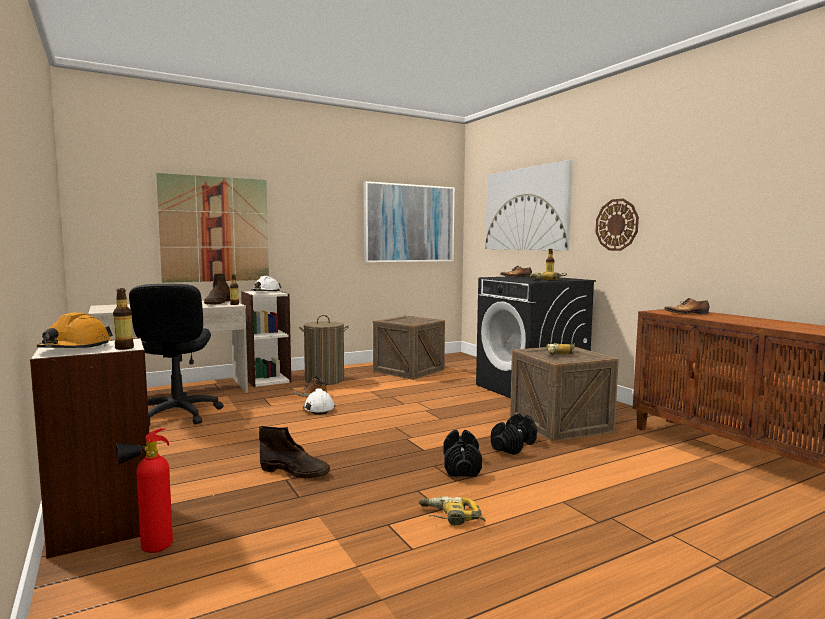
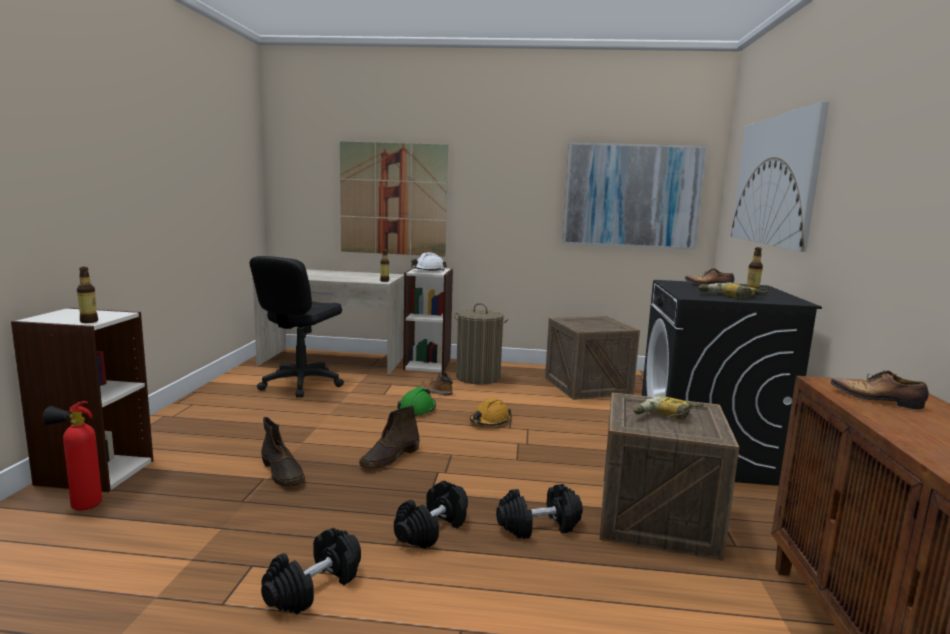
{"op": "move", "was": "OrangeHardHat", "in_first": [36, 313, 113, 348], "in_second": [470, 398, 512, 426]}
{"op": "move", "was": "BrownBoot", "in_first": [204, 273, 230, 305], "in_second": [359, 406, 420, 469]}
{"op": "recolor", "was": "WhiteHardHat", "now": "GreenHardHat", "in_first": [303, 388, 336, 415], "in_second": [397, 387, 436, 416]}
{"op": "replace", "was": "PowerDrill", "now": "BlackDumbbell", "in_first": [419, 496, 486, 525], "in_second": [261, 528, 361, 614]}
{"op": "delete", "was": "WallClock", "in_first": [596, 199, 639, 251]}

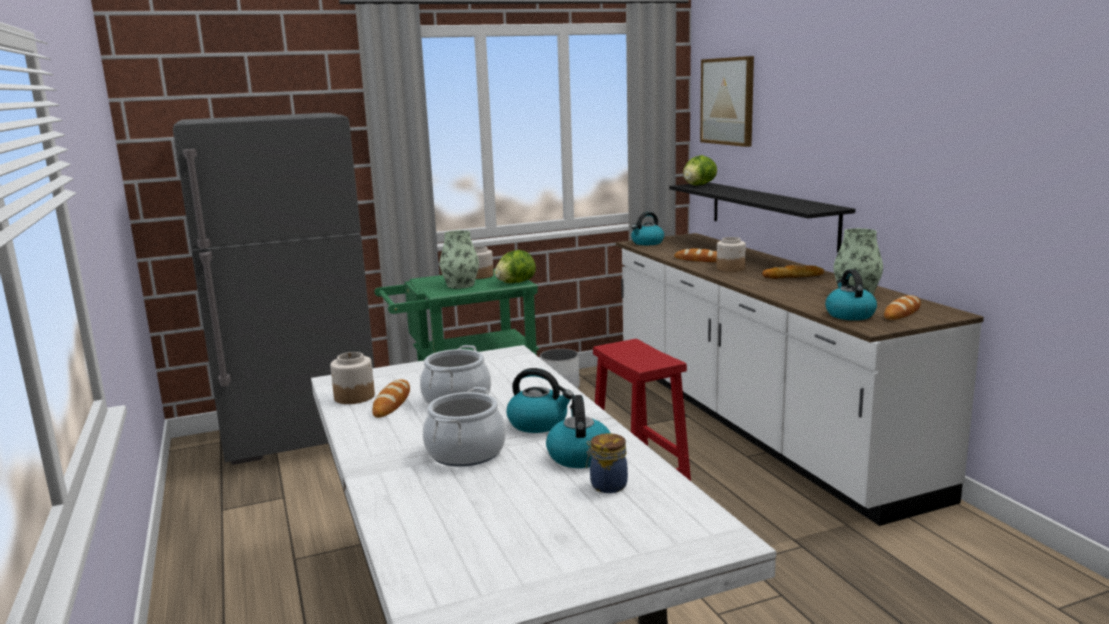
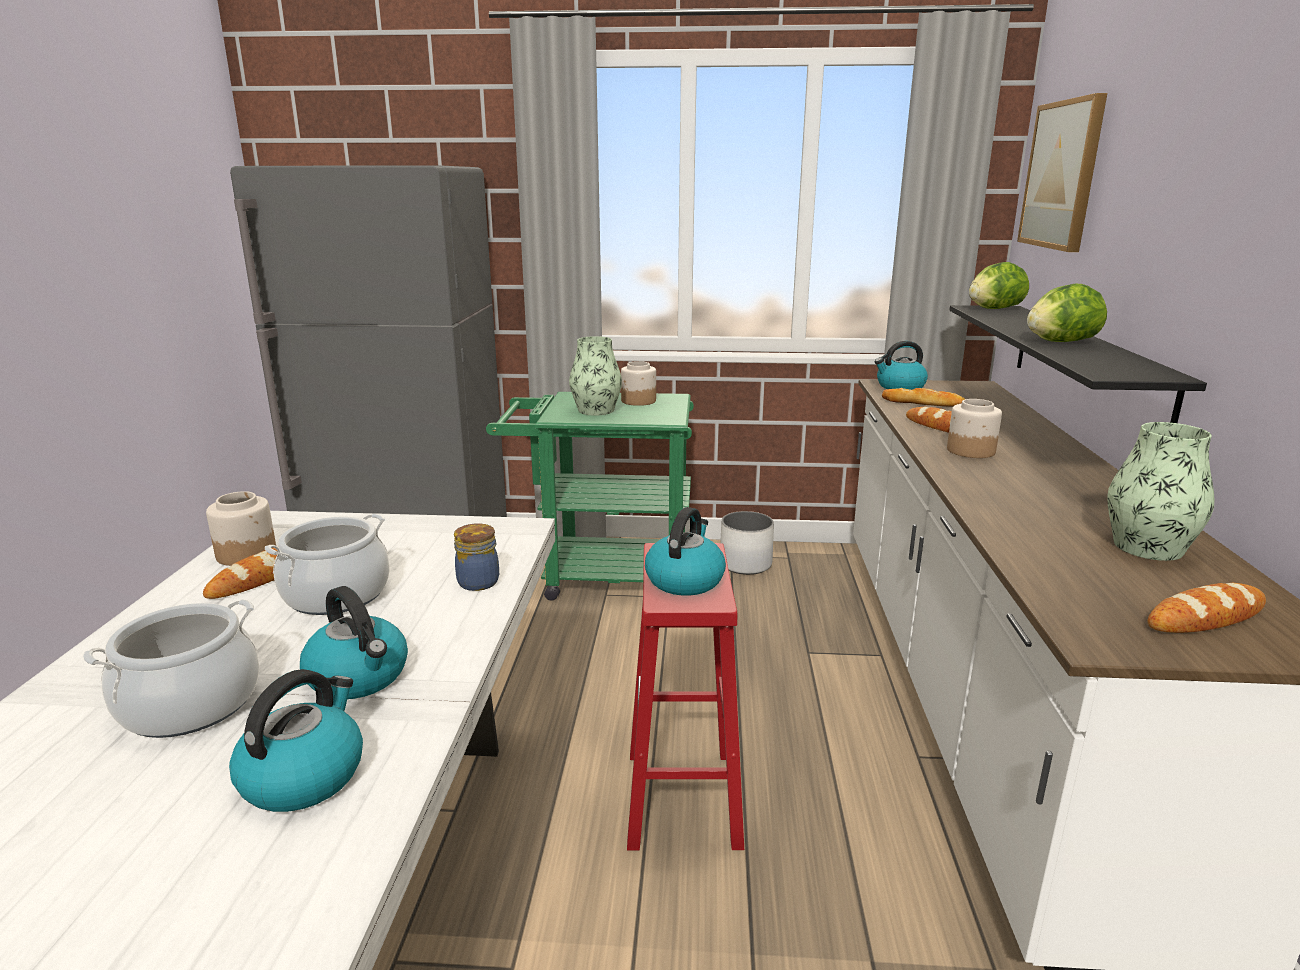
{"op": "move", "was": "Lettuce", "in_first": [495, 250, 536, 283], "in_second": [1027, 284, 1107, 342]}
{"op": "move", "was": "Jar", "in_first": [586, 433, 628, 493], "in_second": [454, 523, 499, 591]}
{"op": "move", "was": "Bread", "in_first": [762, 265, 825, 279], "in_second": [882, 388, 965, 407]}
{"op": "move", "was": "Kettle", "in_first": [825, 269, 877, 320], "in_second": [645, 507, 726, 595]}

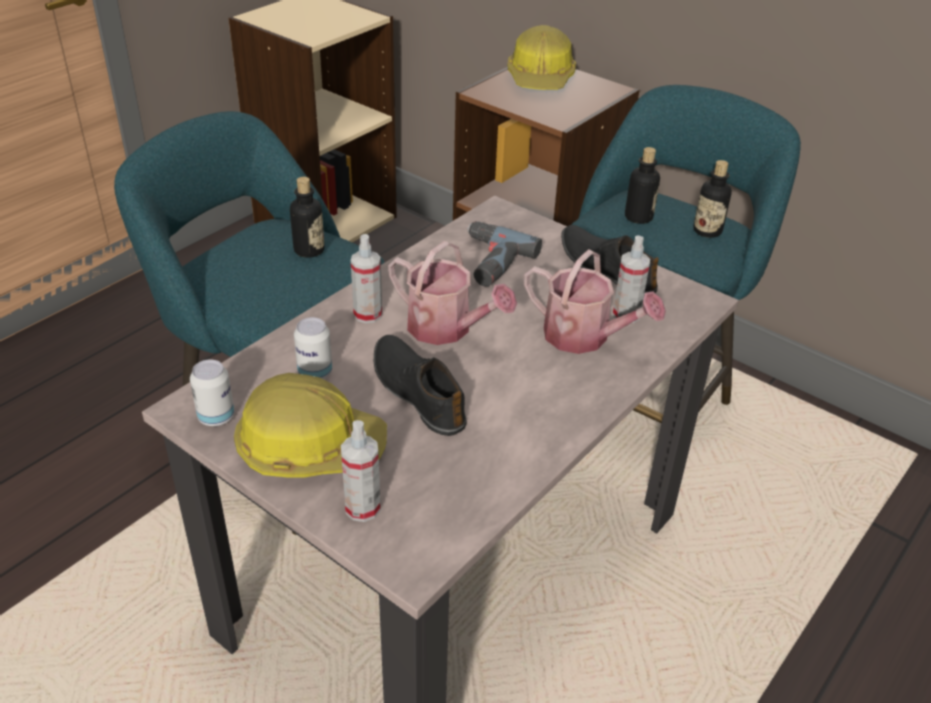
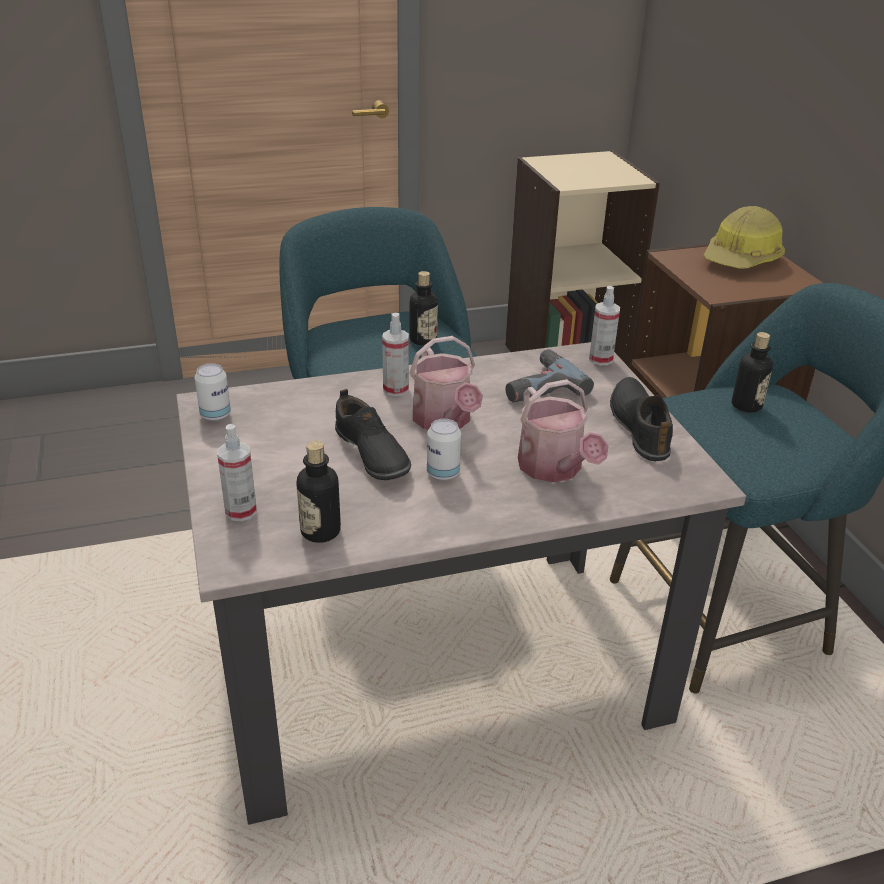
{"op": "delete", "was": "HardHat", "in_first": [234, 373, 387, 477]}
{"op": "move", "was": "Can", "in_first": [294, 317, 332, 379], "in_second": [427, 419, 461, 481]}
{"op": "rotate", "was": "BlackShoe", "in_first": [374, 335, 467, 436], "in_second": [335, 389, 411, 480], "clockwise": 150}
{"op": "move", "was": "SprayBottle", "in_first": [613, 235, 650, 323], "in_second": [589, 286, 620, 365]}
{"op": "move", "was": "Bottle", "in_first": [693, 160, 732, 238], "in_second": [297, 441, 341, 543]}

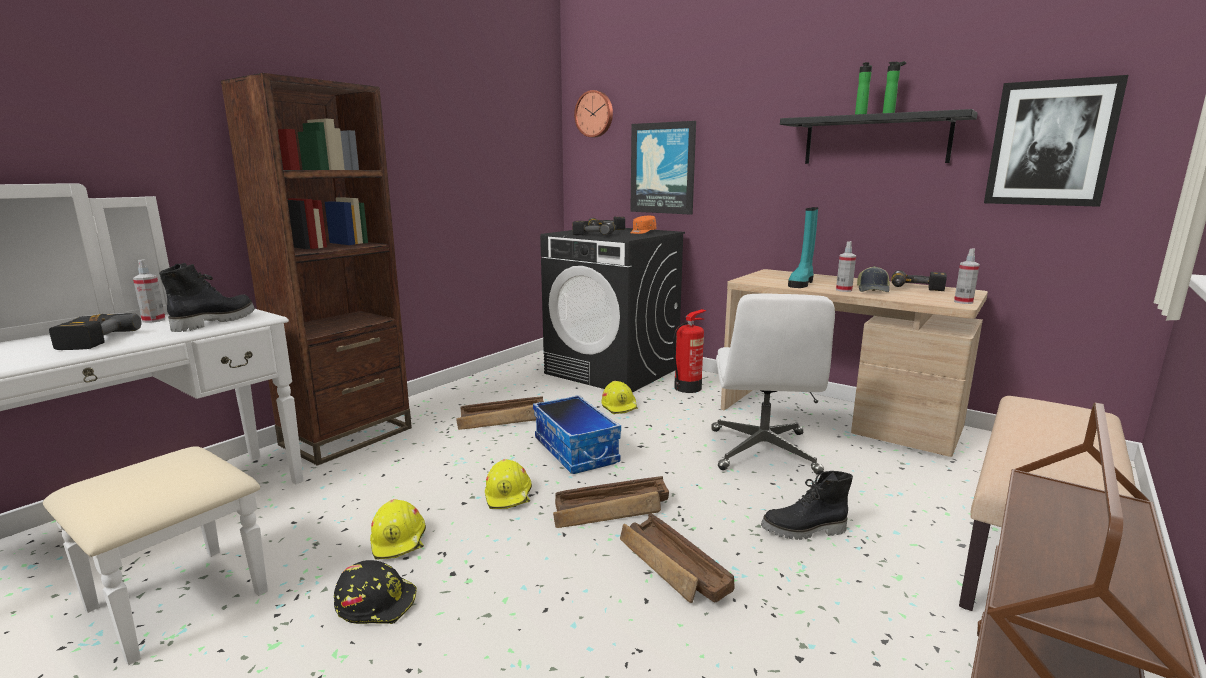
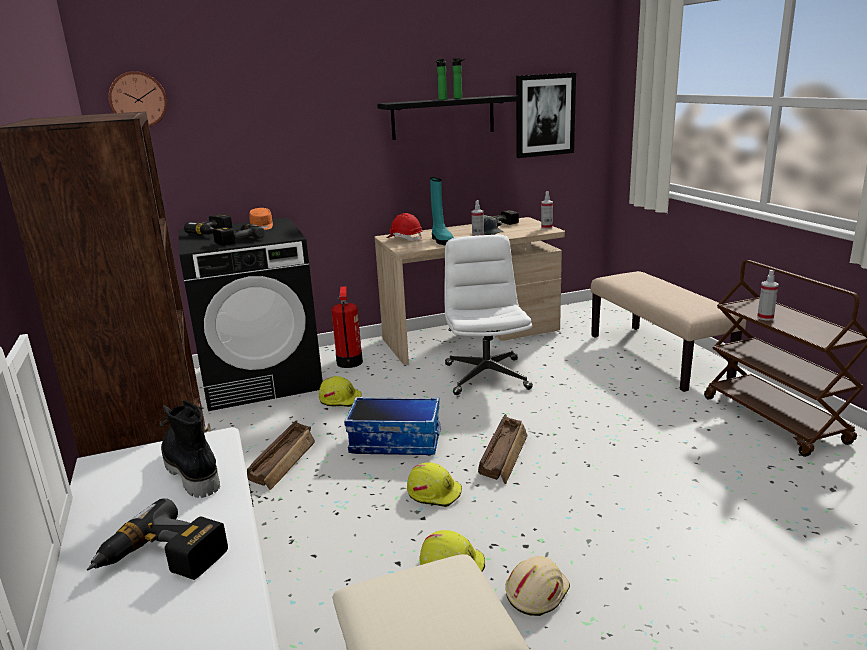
{"op": "move", "was": "SprayBottle", "in_first": [133, 259, 165, 323], "in_second": [757, 270, 779, 320]}
{"op": "recolor", "was": "BlackHardHat", "now": "BeigeHardHat", "in_first": [334, 560, 417, 624], "in_second": [505, 556, 570, 616]}
{"op": "delete", "was": "Crate", "in_first": [620, 513, 734, 603]}
{"op": "delete", "was": "Picture", "in_first": [630, 121, 696, 215]}
{"op": "rotate", "was": "WhiteOfficeChair", "in_first": [711, 293, 835, 475], "in_second": [444, 235, 533, 395], "clockwise": -135}
{"op": "delete", "was": "BlackBoot", "in_first": [761, 471, 853, 540]}
{"op": "insert", "now": "RedHardHat", "in_second": [387, 213, 423, 241]}

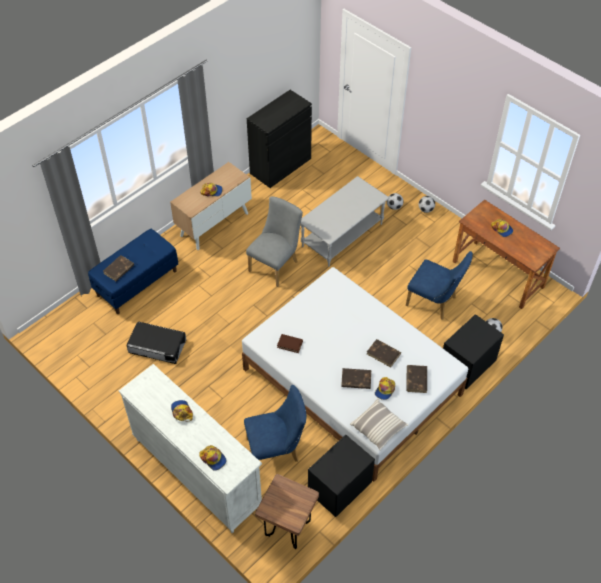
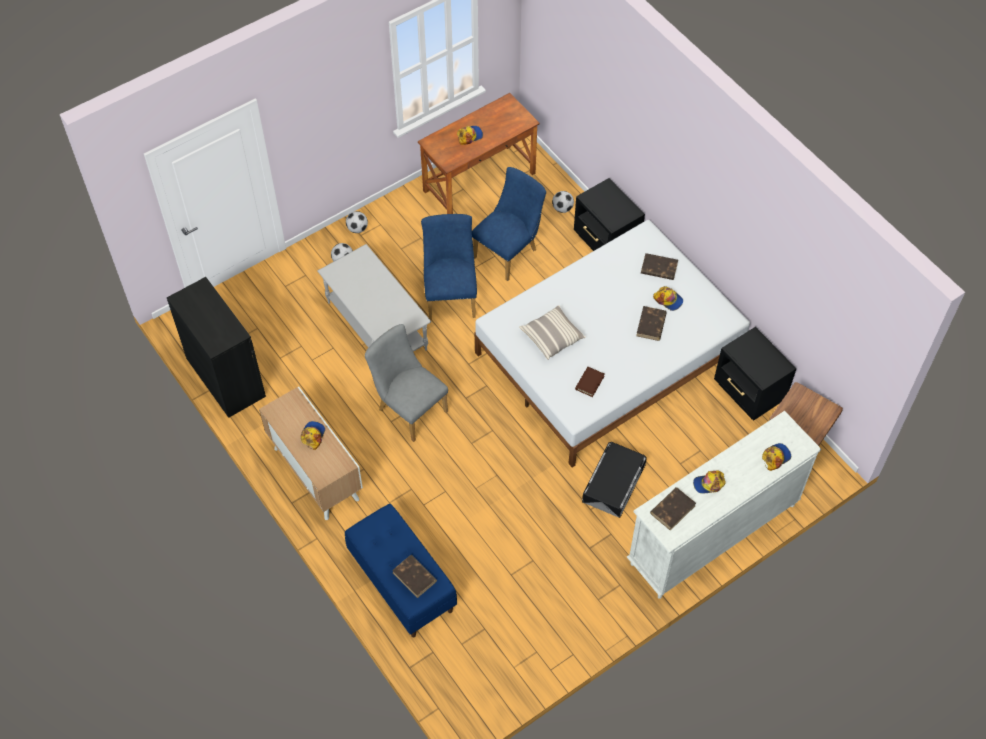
{"op": "move", "was": "BlackStorageBox", "in_first": [127, 322, 186, 364], "in_second": [582, 442, 647, 518]}
{"op": "move", "was": "BlueChair", "in_first": [244, 385, 307, 462], "in_second": [421, 214, 477, 321]}
{"op": "move", "was": "Pillow", "in_first": [350, 399, 408, 450], "in_second": [519, 305, 586, 360]}
{"op": "move", "was": "BrownBook", "in_first": [367, 339, 401, 368], "in_second": [650, 487, 696, 531]}

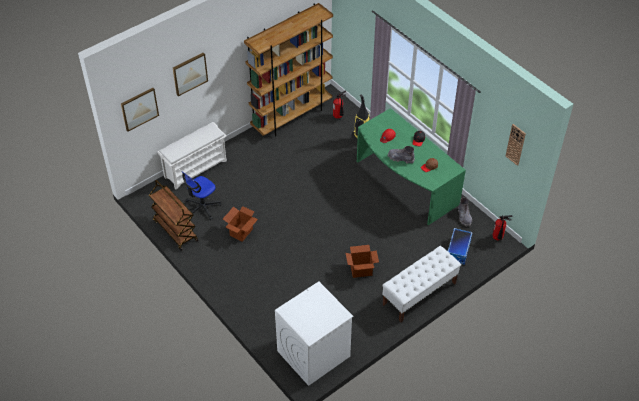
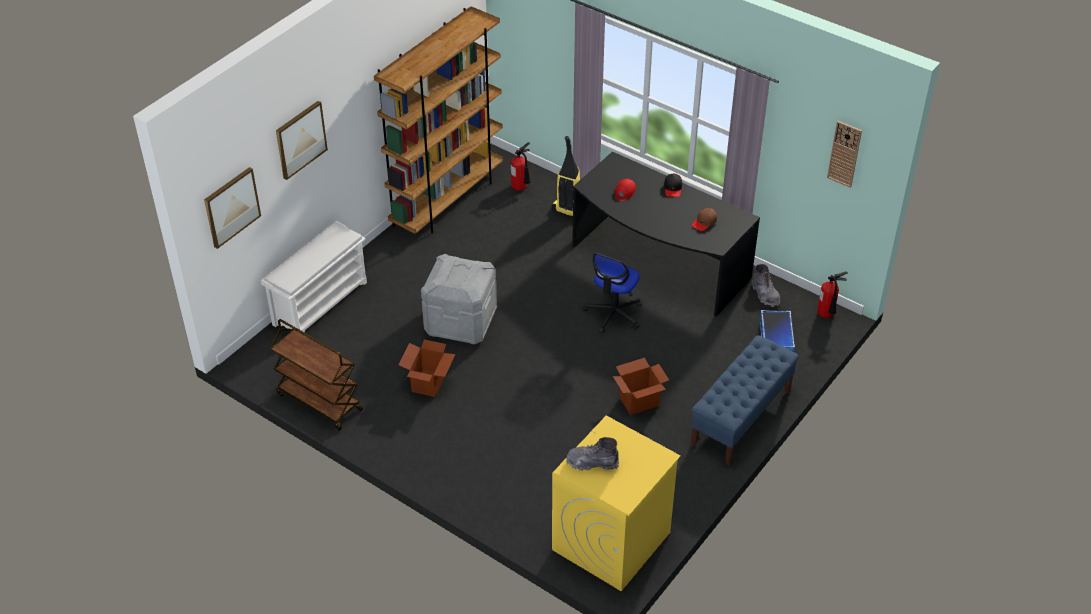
{"op": "move", "was": "OfficeChair", "in_first": [181, 171, 221, 220], "in_second": [583, 253, 641, 333]}
{"op": "recolor", "was": "WhiteWashingMachine", "now": "YellowWashingMachine", "in_first": [275, 281, 353, 386], "in_second": [552, 416, 681, 591]}
{"op": "recolor", "was": "GreenDesk", "now": "BlackDesk", "in_first": [357, 108, 466, 225], "in_second": [572, 151, 760, 317]}
{"op": "recolor", "was": "WhiteBench", "now": "BlueBench", "in_first": [382, 246, 461, 322], "in_second": [691, 335, 799, 465]}
{"op": "move", "was": "GreyBoot", "in_first": [388, 146, 415, 164], "in_second": [566, 437, 619, 471]}
{"op": "insert", "now": "GreyStorageBox", "in_second": [421, 254, 497, 344]}

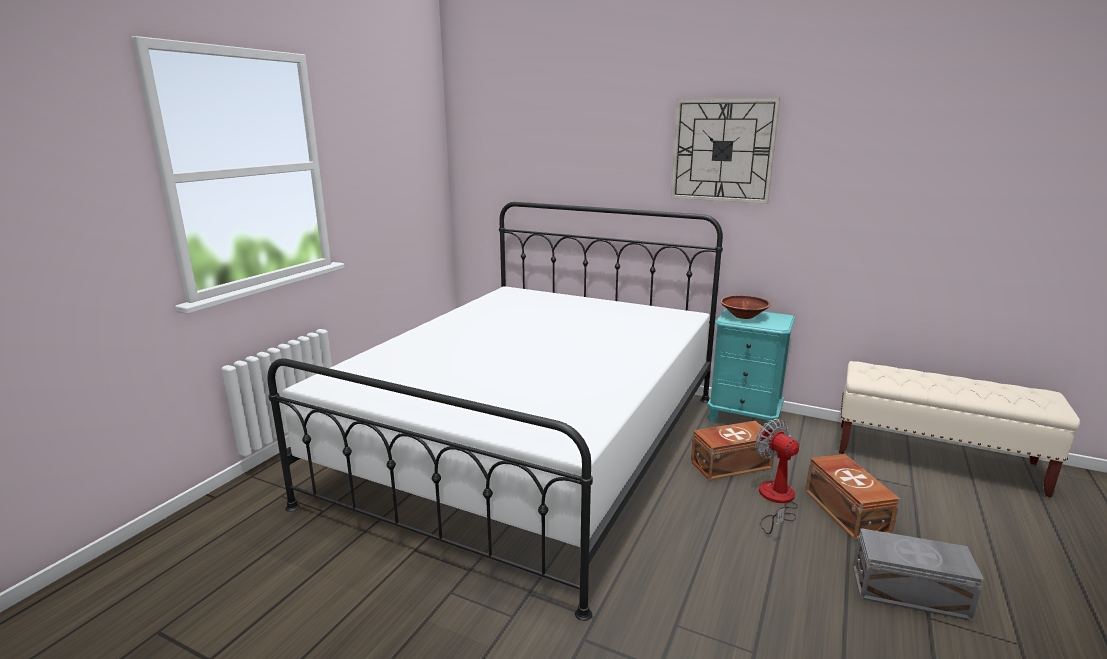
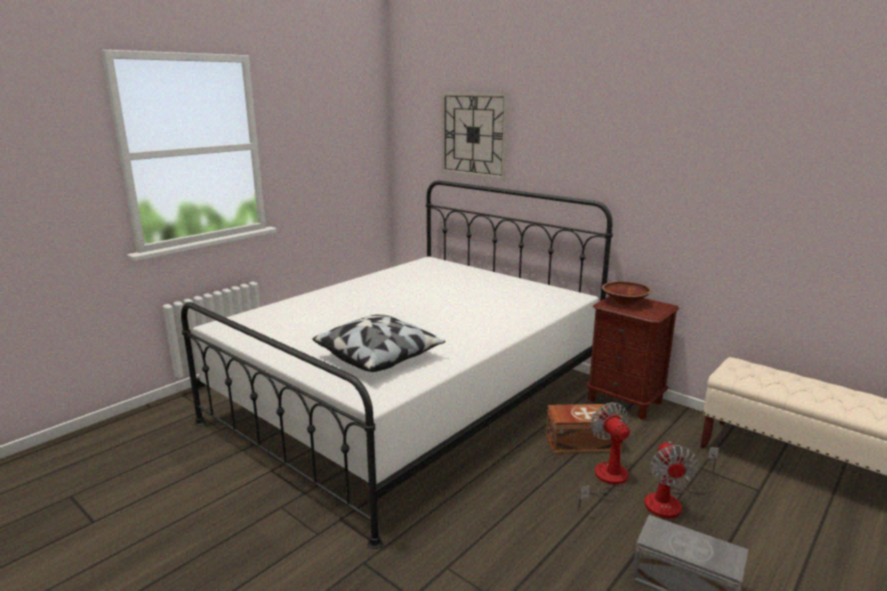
{"op": "move", "was": "WallClock", "in_first": [671, 98, 780, 204], "in_second": [442, 93, 508, 179]}
{"op": "recolor", "was": "TurquoiseNightstand", "now": "BrownNightstand", "in_first": [707, 308, 795, 427], "in_second": [586, 296, 679, 419]}
{"op": "replace", "was": "BrownStorageBox", "now": "Fan", "in_first": [805, 454, 900, 540], "in_second": [644, 441, 719, 518]}
{"op": "insert", "now": "Pillow", "in_second": [313, 314, 446, 372]}

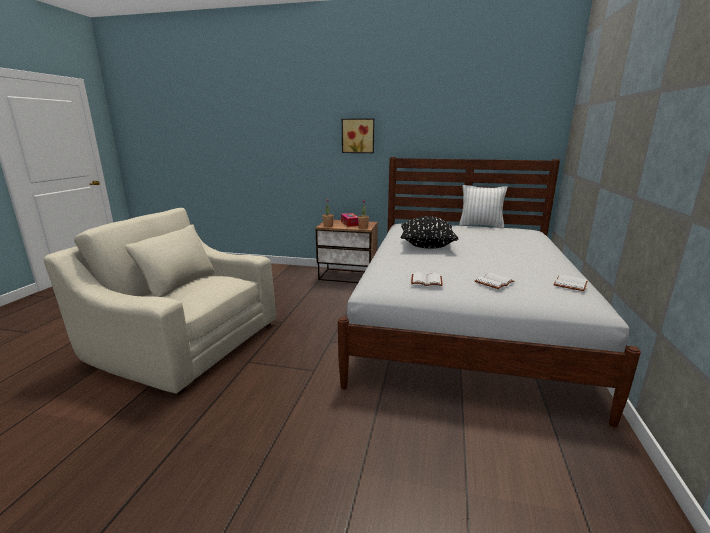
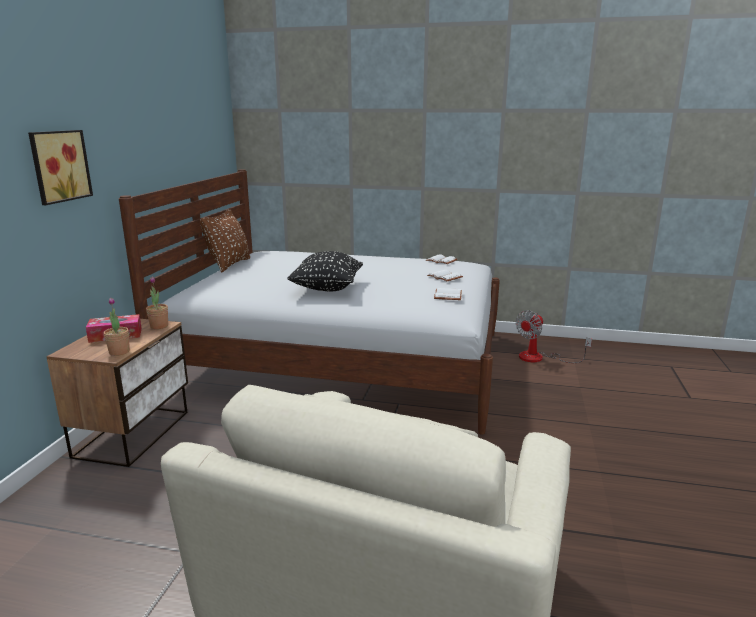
{"op": "recolor", "was": "WhitePillow", "now": "BrownPillow", "in_first": [459, 185, 507, 228], "in_second": [200, 209, 250, 272]}
{"op": "insert", "now": "Fan", "in_second": [516, 310, 592, 363]}

